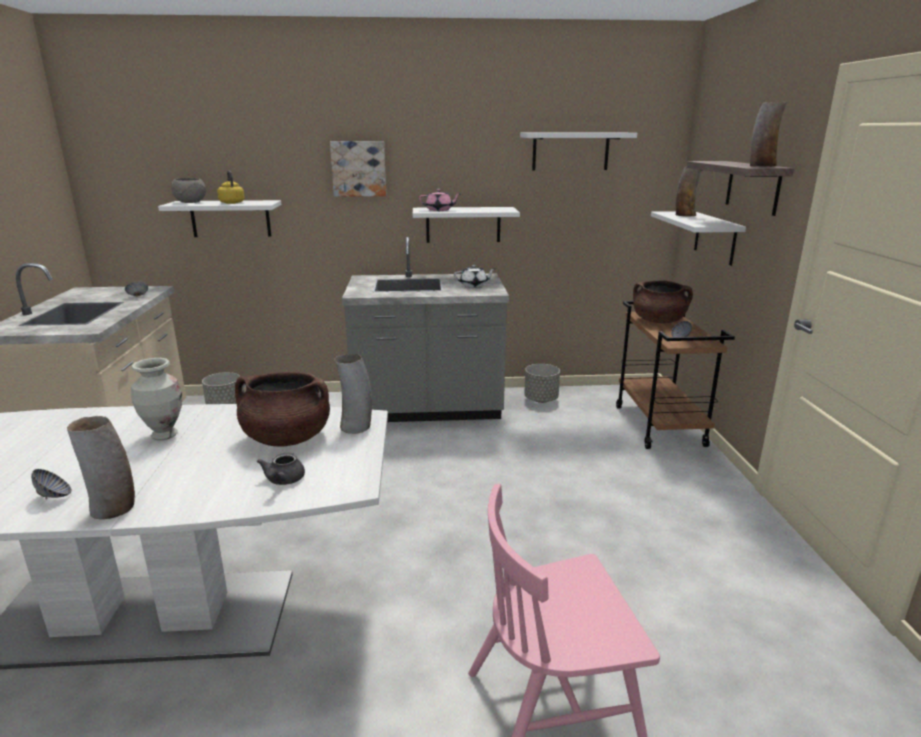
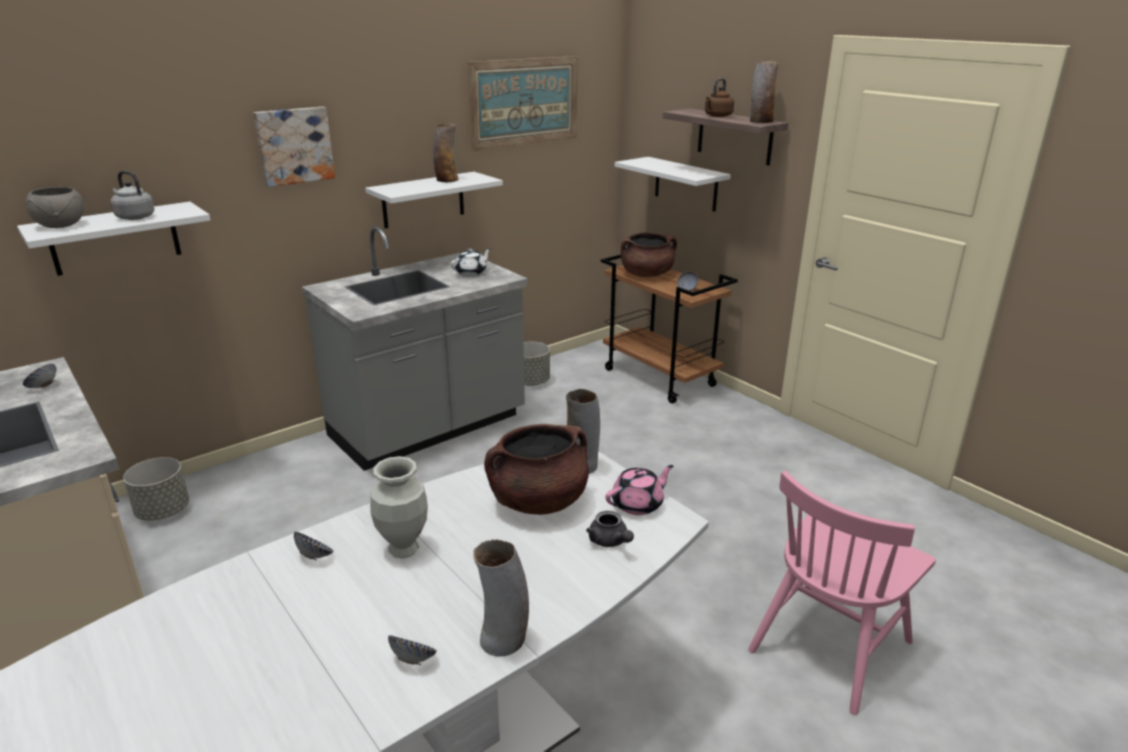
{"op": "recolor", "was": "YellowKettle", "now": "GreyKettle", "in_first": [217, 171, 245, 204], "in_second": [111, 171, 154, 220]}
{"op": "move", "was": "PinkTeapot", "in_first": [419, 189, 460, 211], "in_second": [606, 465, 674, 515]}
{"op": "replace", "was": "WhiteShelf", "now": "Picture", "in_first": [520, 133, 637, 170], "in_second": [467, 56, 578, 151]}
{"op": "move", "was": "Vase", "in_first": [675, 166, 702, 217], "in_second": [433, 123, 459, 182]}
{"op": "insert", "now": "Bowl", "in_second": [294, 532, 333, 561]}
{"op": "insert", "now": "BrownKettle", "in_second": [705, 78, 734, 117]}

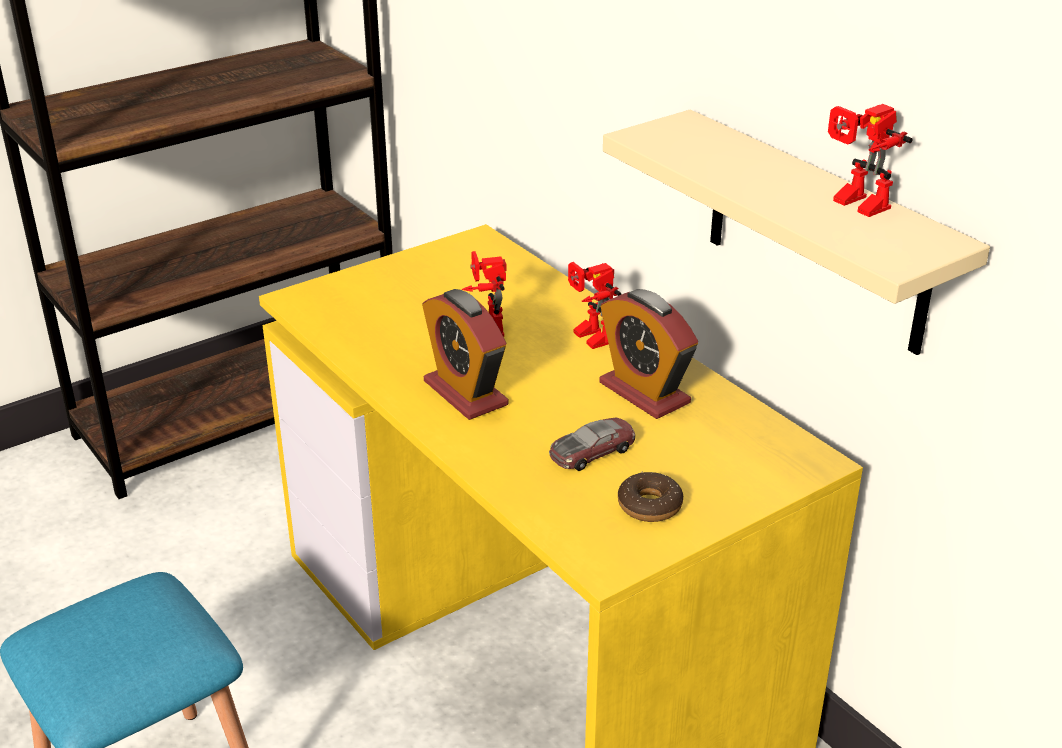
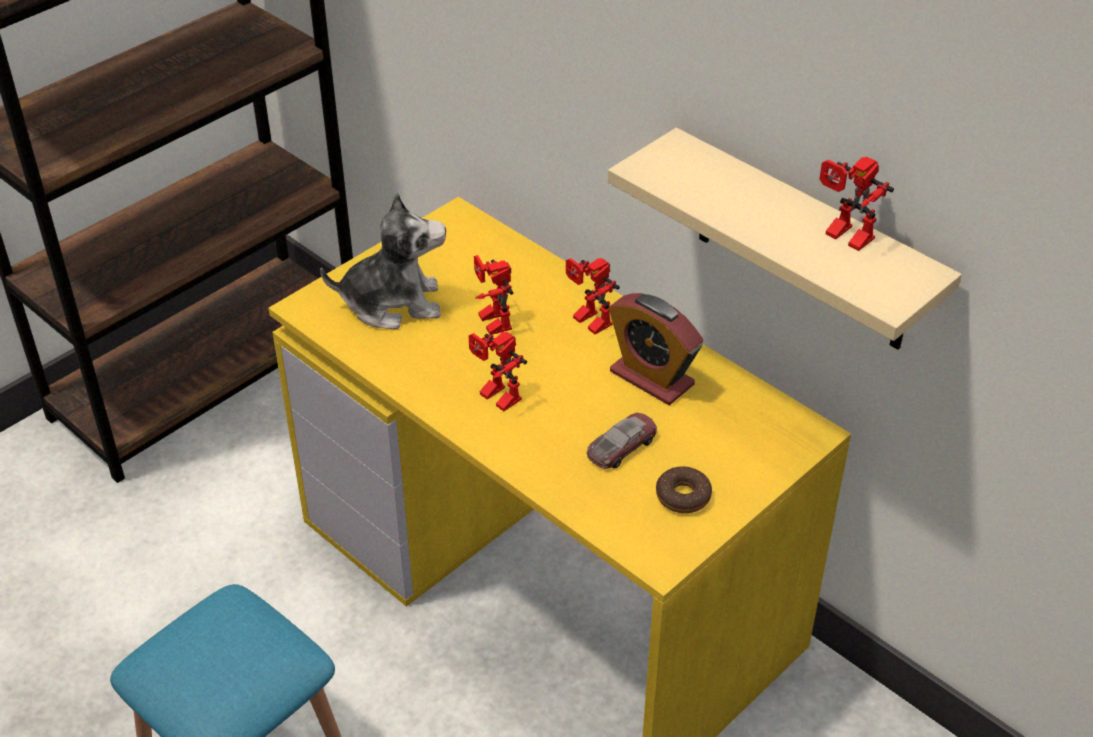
{"op": "replace", "was": "AlarmClock", "now": "ToyRobot", "in_first": [422, 289, 508, 420], "in_second": [469, 331, 527, 411]}
{"op": "insert", "now": "PlushToy", "in_second": [320, 193, 446, 329]}

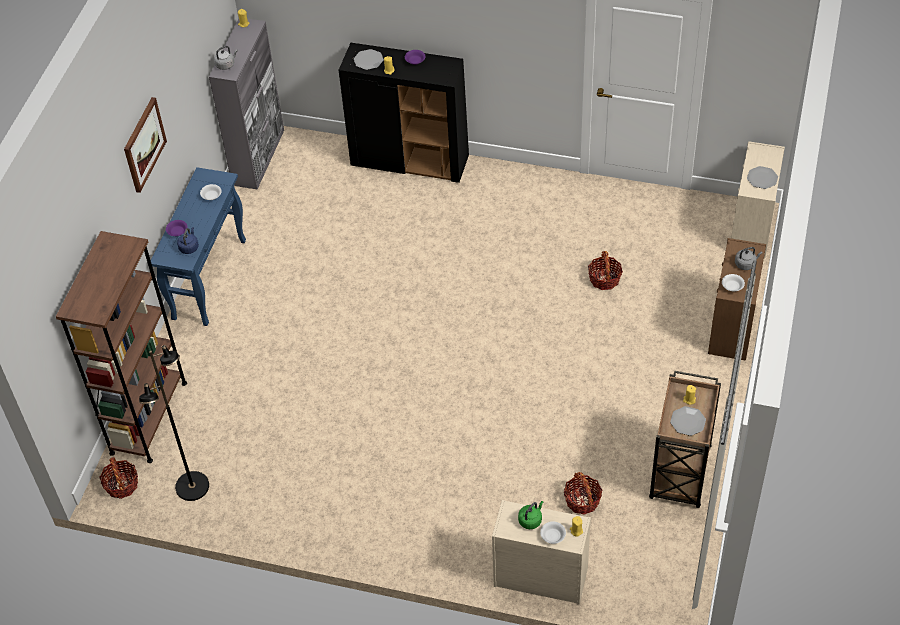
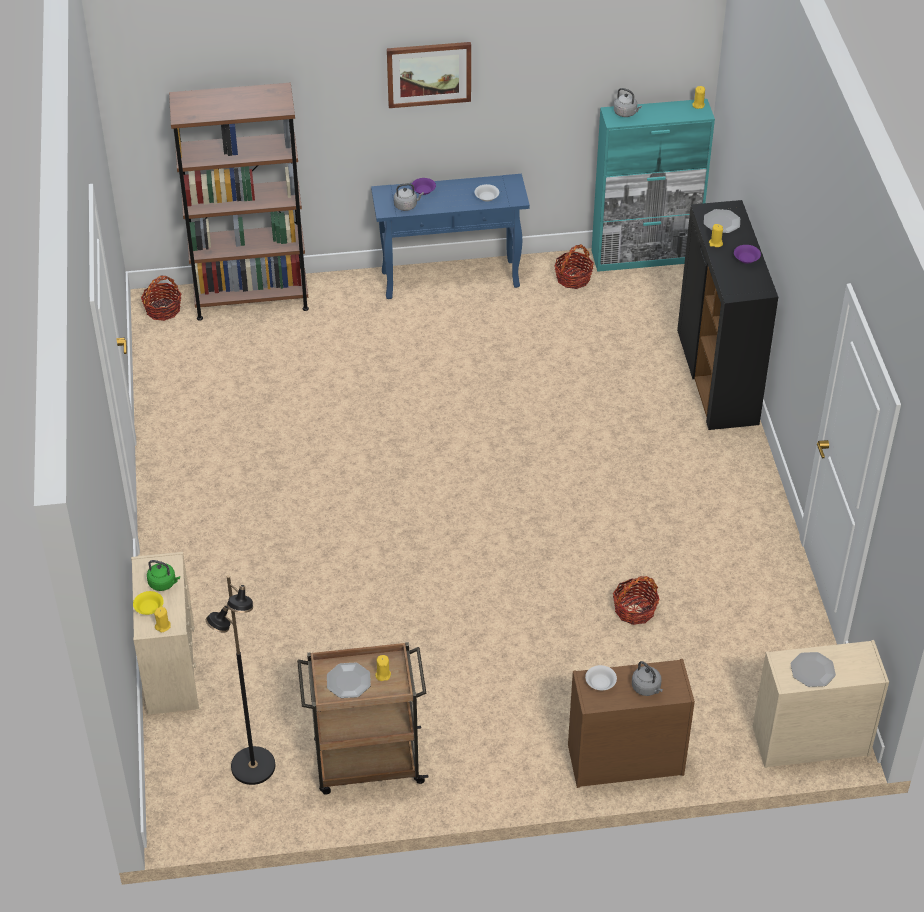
{"op": "move", "was": "BlackFloorLamp", "in_first": [139, 345, 209, 501], "in_second": [206, 575, 275, 785]}
{"op": "recolor", "was": "BlueKettle", "now": "GreyKettle", "in_first": [177, 227, 199, 254], "in_second": [394, 183, 424, 211]}
{"op": "recolor", "was": "GreyCabinet", "now": "TurquoiseCabinet", "in_first": [209, 19, 284, 189], "in_second": [592, 99, 715, 272]}
{"op": "recolor", "was": "WhiteBowl", "now": "YellowBowl", "in_first": [540, 521, 566, 544], "in_second": [133, 591, 164, 615]}
{"op": "move", "was": "Basket", "in_first": [563, 472, 602, 515], "in_second": [555, 244, 594, 289]}

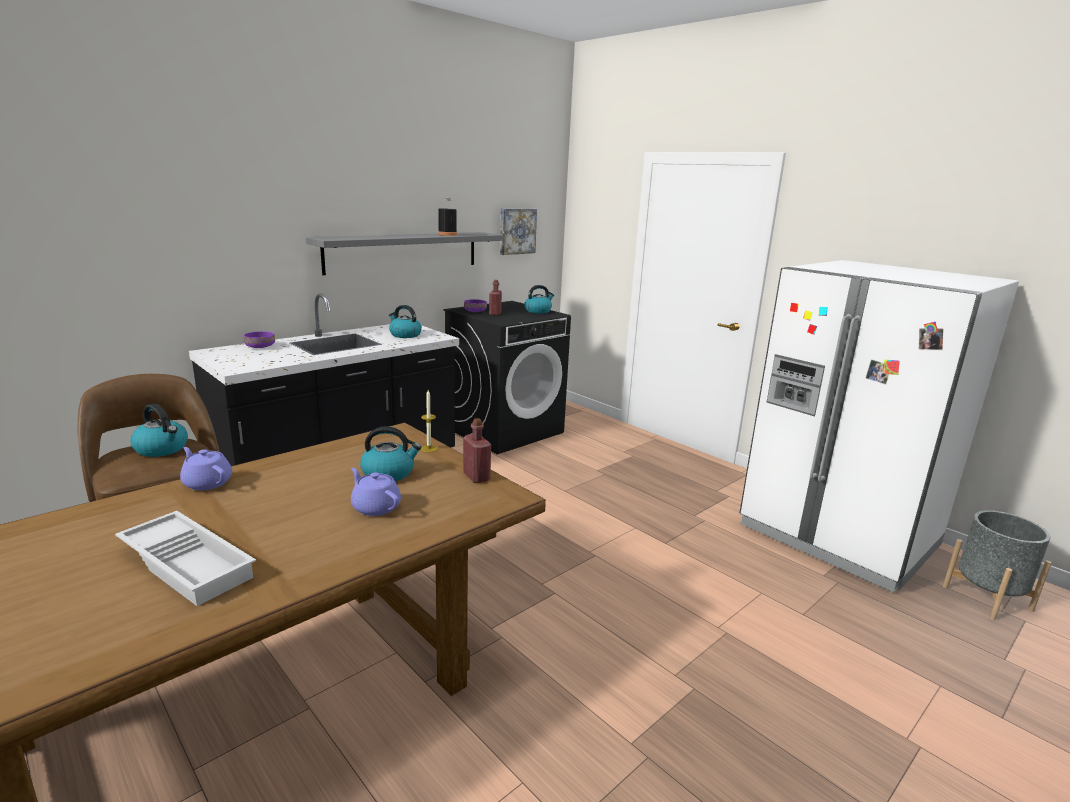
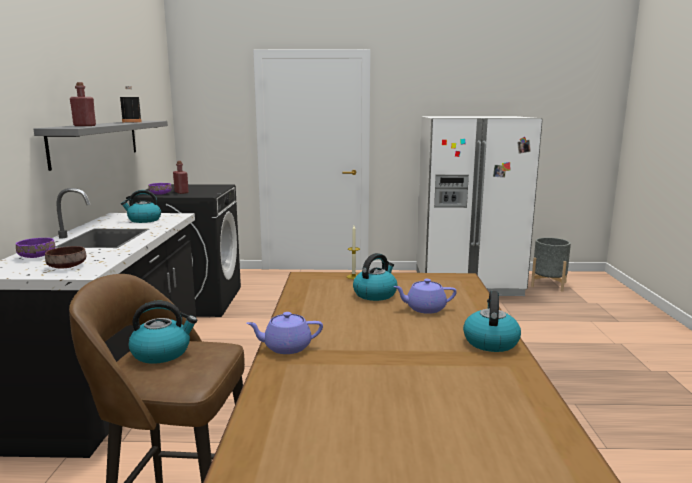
{"op": "delete", "was": "WhiteTray", "in_first": [115, 511, 256, 606]}
{"op": "move", "was": "RedBottle", "in_first": [463, 418, 491, 483], "in_second": [70, 82, 96, 126]}
{"op": "delete", "was": "Picture", "in_first": [500, 208, 537, 255]}
{"op": "move", "was": "Kettle", "in_first": [524, 285, 554, 313], "in_second": [463, 291, 521, 352]}
{"op": "insert", "now": "BrownBowl", "in_second": [45, 246, 86, 268]}

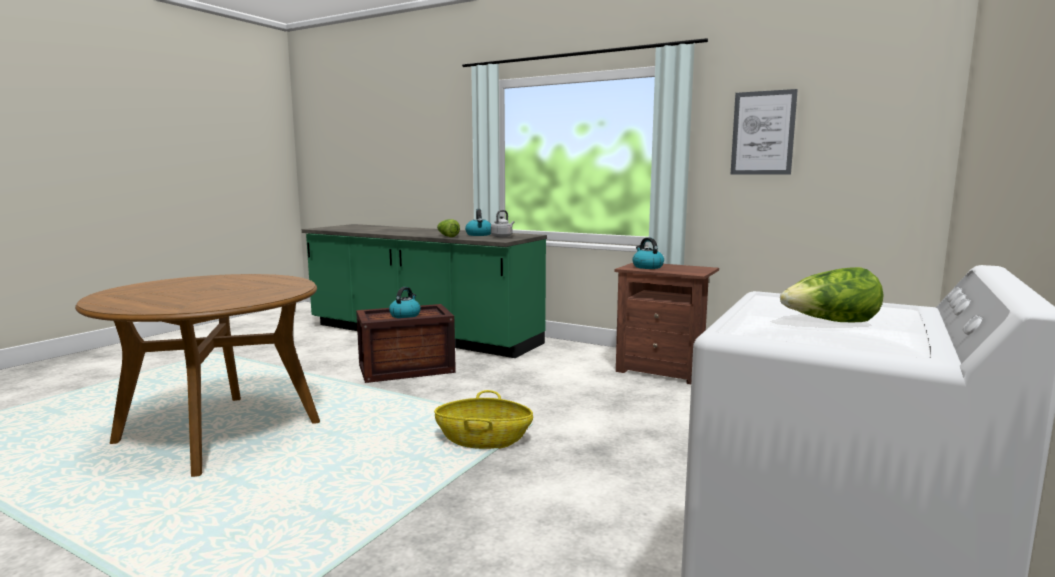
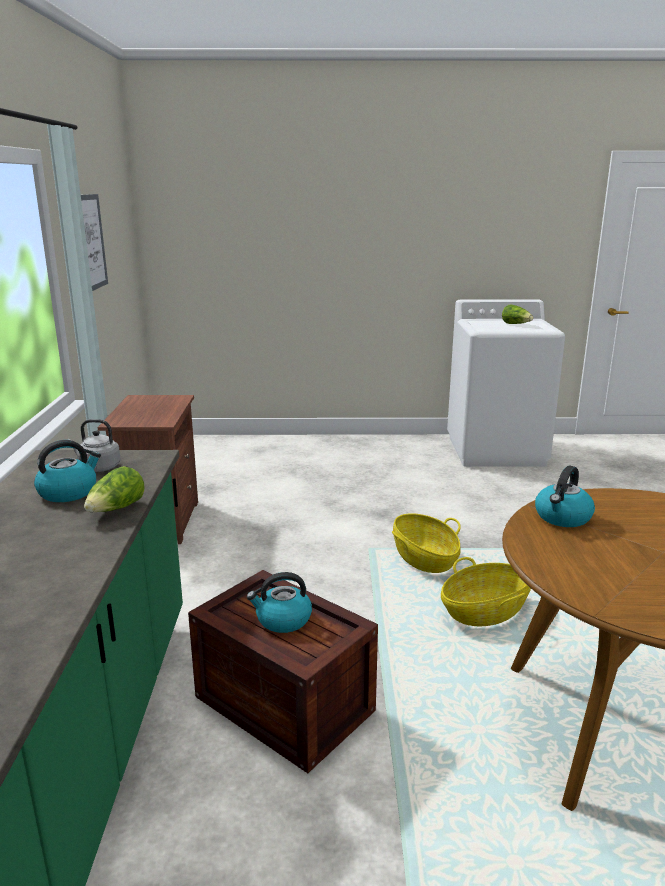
{"op": "move", "was": "Kettle", "in_first": [632, 237, 664, 269], "in_second": [535, 466, 595, 527]}
{"op": "insert", "now": "Basket", "in_second": [441, 557, 531, 626]}

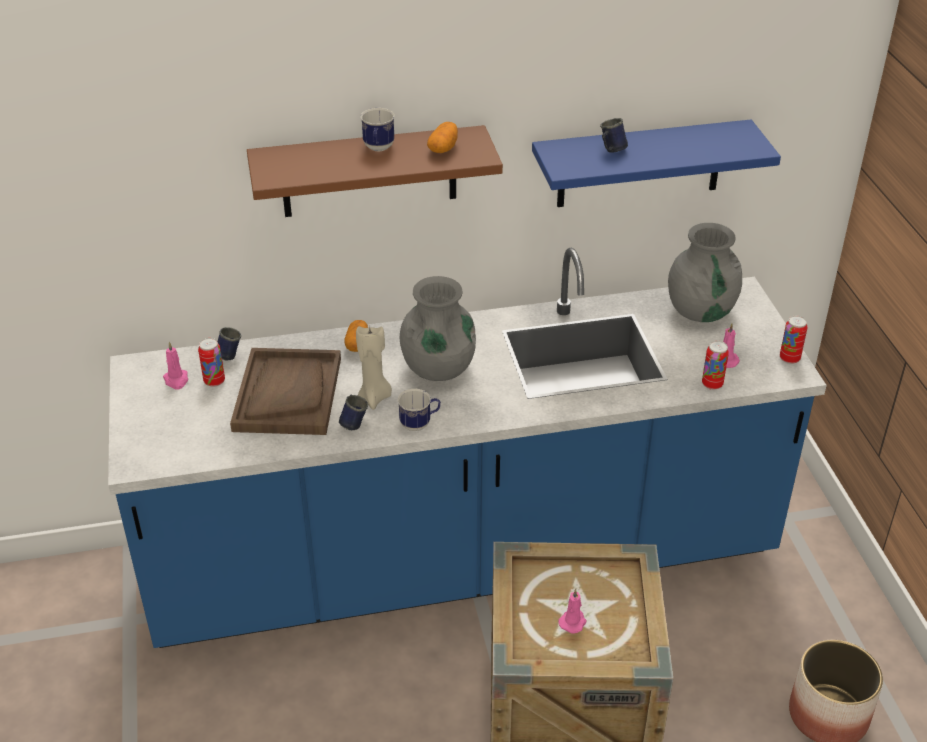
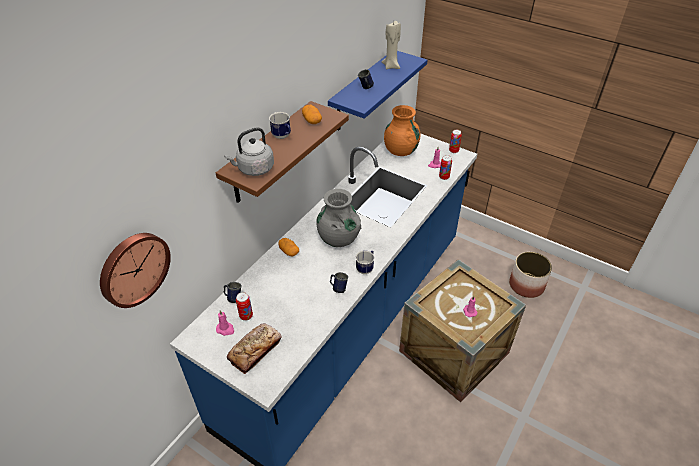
{"op": "delete", "was": "BrownTray", "in_first": [230, 348, 341, 435]}
{"op": "move", "was": "BeigeCandle", "in_first": [356, 325, 392, 410], "in_second": [382, 21, 401, 69]}
{"op": "recolor", "was": "GreyVase", "now": "OrangeVase", "in_first": [668, 223, 742, 322], "in_second": [384, 105, 420, 156]}
{"op": "insert", "now": "WallClock", "in_second": [100, 233, 171, 308]}
{"op": "insert", "now": "GreyKettle", "in_second": [224, 127, 274, 176]}
{"op": "insert", "now": "Bread", "in_second": [227, 324, 282, 374]}

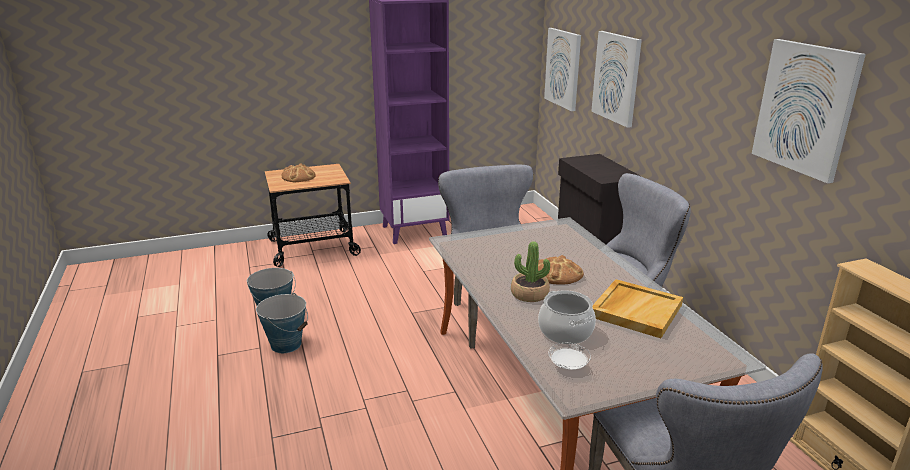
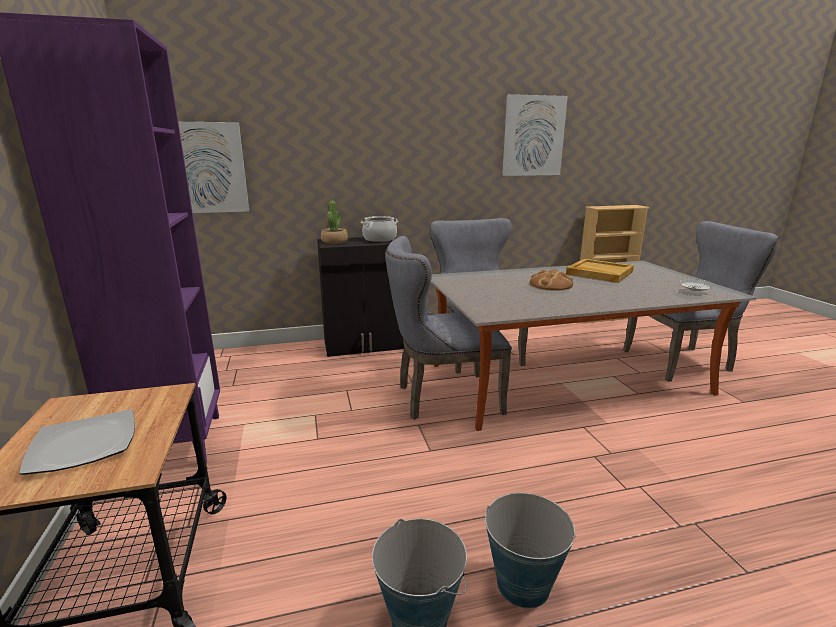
{"op": "replace", "was": "Bread", "now": "Plate", "in_first": [281, 163, 315, 182], "in_second": [19, 409, 135, 475]}
{"op": "move", "was": "PottedPlant", "in_first": [511, 241, 550, 302], "in_second": [321, 200, 348, 244]}
{"op": "move", "was": "CookingPot", "in_first": [538, 290, 596, 344], "in_second": [361, 216, 398, 242]}
{"op": "delete", "was": "Picture", "in_first": [591, 31, 642, 128]}

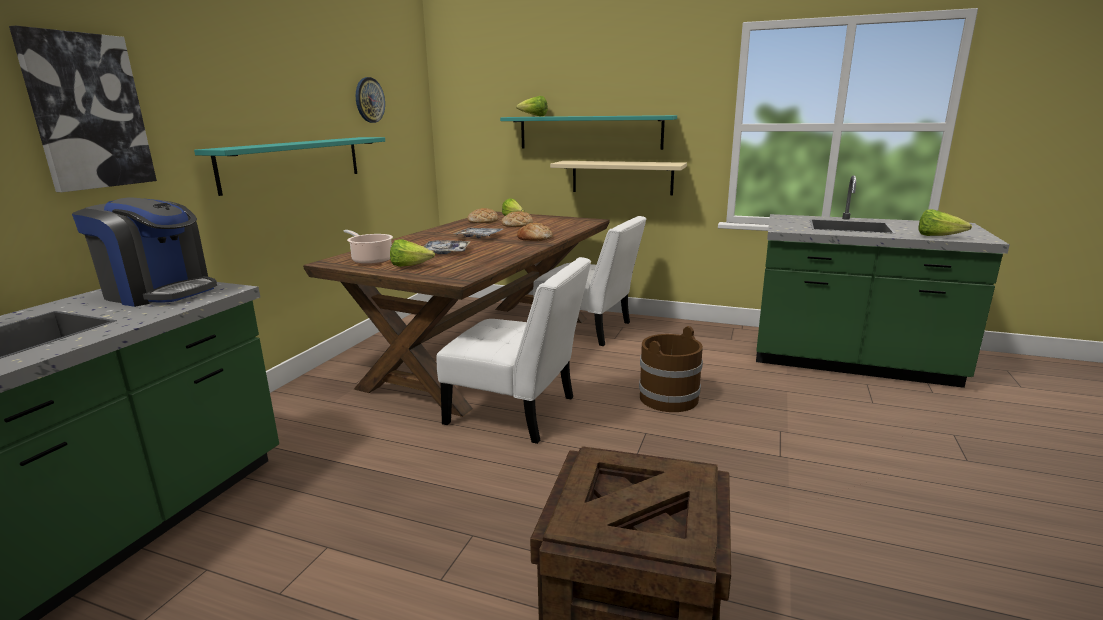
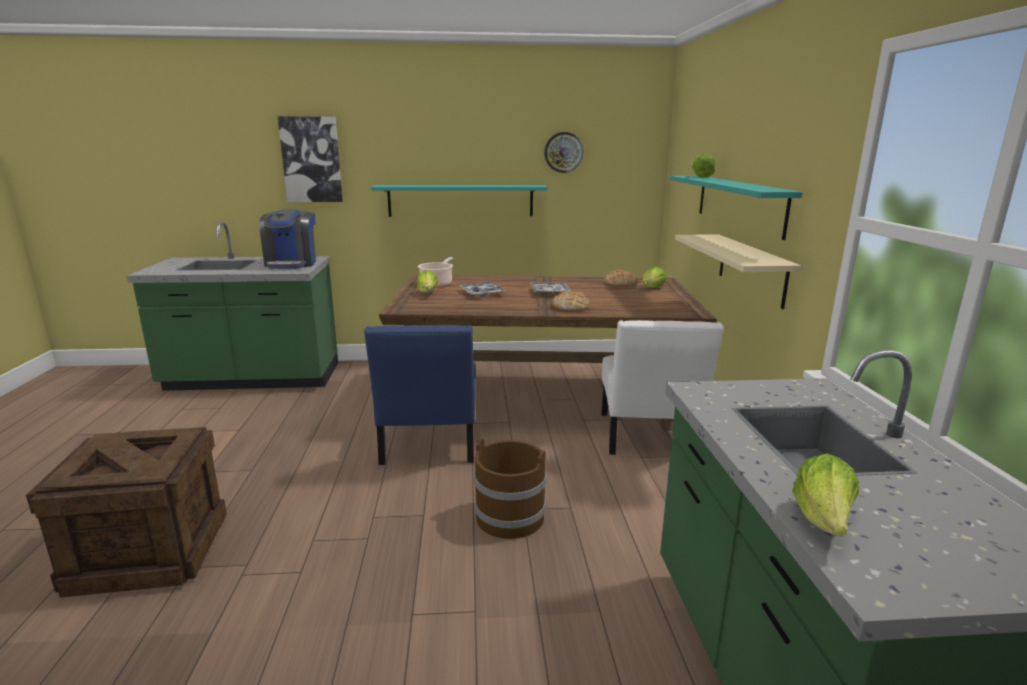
{"op": "recolor", "was": "WhiteChair", "now": "BlueChair", "in_first": [437, 257, 591, 444], "in_second": [364, 325, 476, 465]}
{"op": "delete", "was": "Bread", "in_first": [501, 211, 533, 227]}

